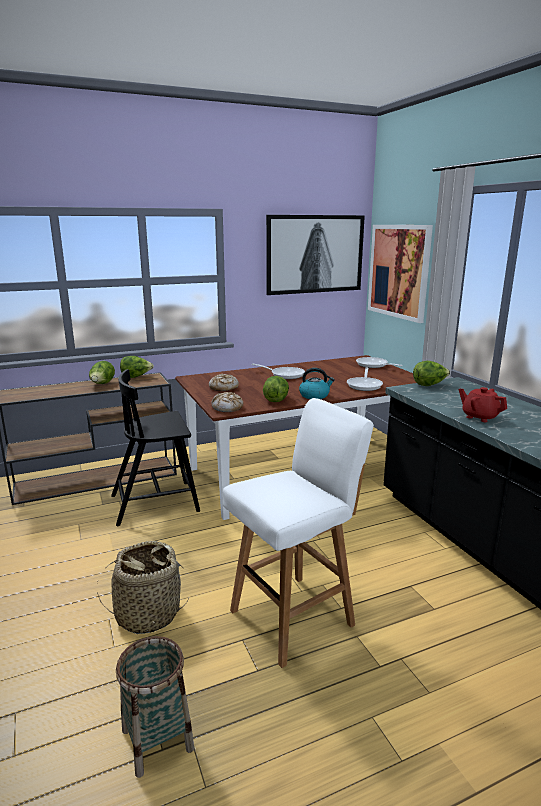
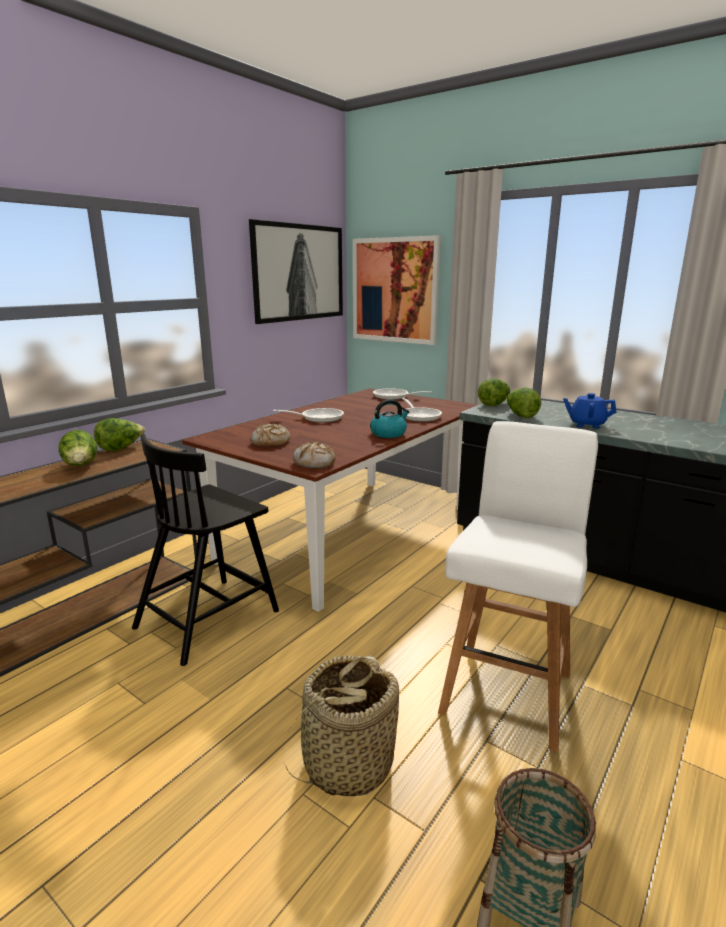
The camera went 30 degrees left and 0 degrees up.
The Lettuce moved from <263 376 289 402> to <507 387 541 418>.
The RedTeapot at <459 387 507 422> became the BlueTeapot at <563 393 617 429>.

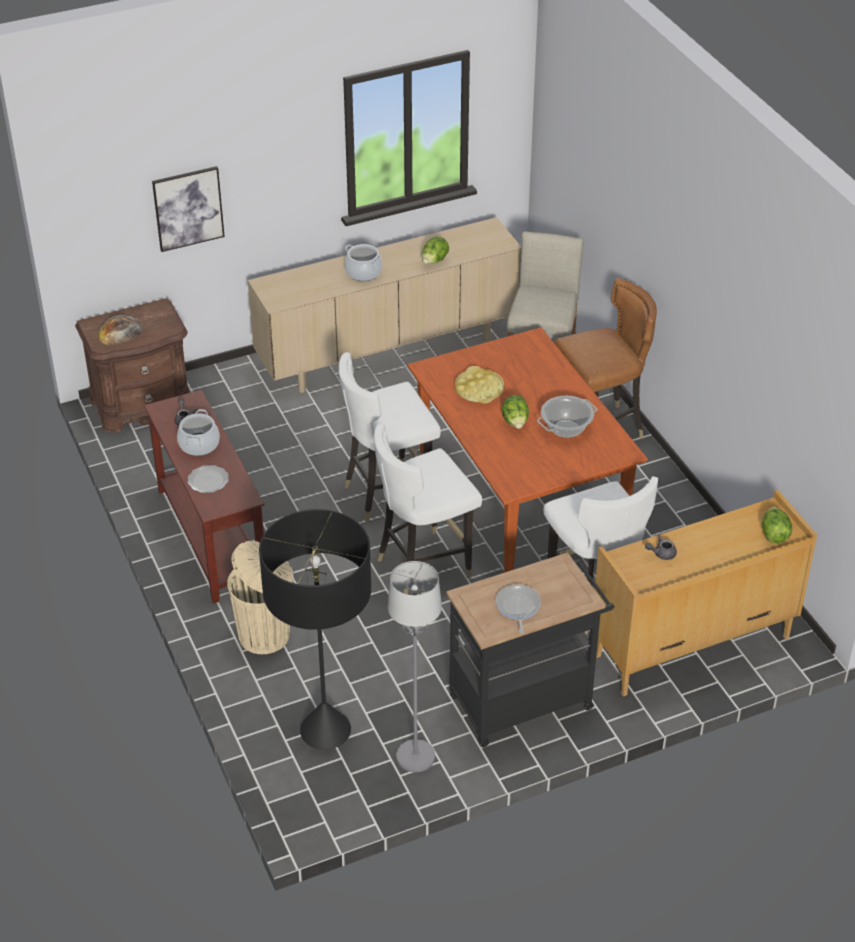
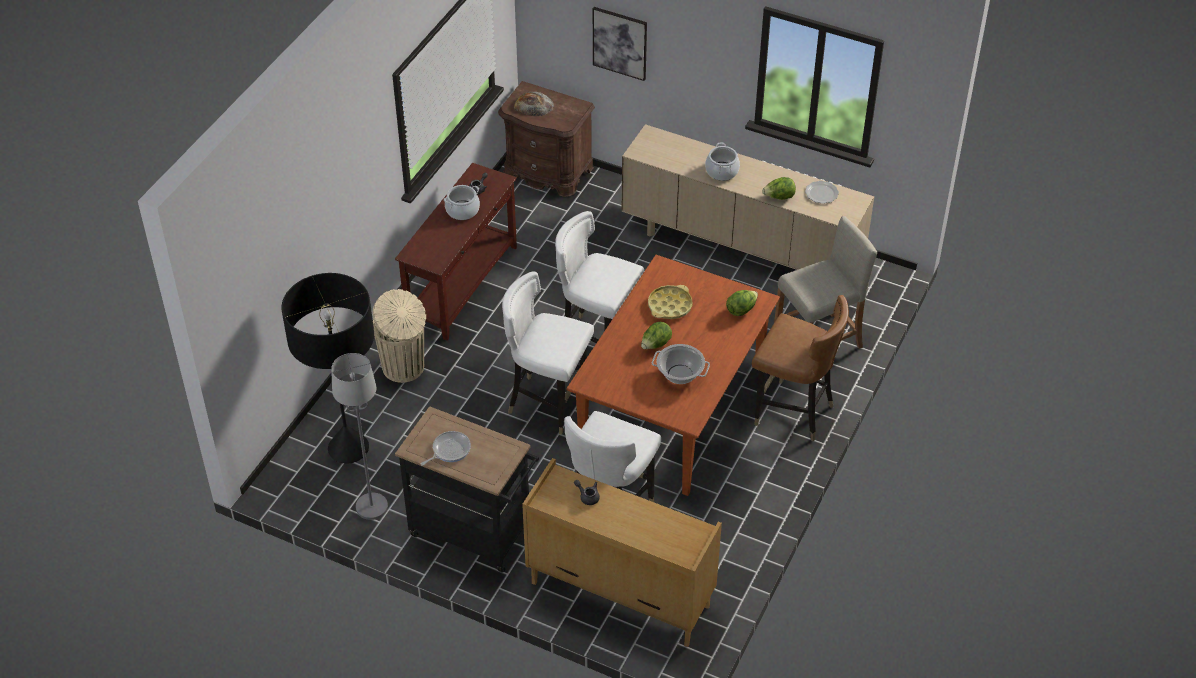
The camera went 50 degrees right and 5 degrees up.
The Lettuce moved from <762 506 792 544> to <726 290 758 316>.
The Plate moved from <187 465 229 493> to <805 181 839 204>.

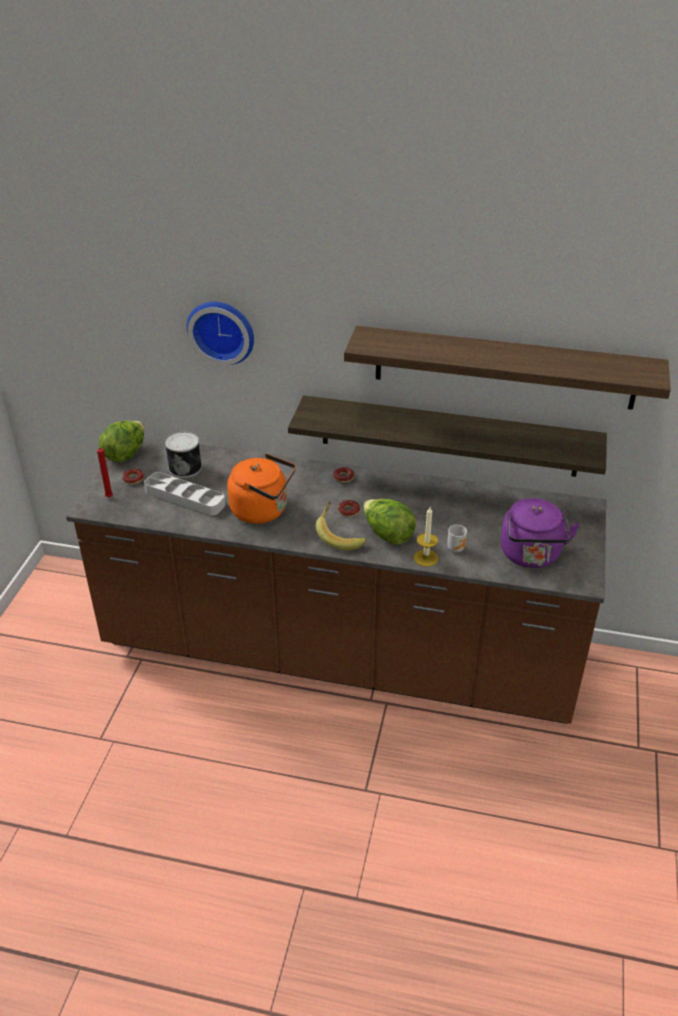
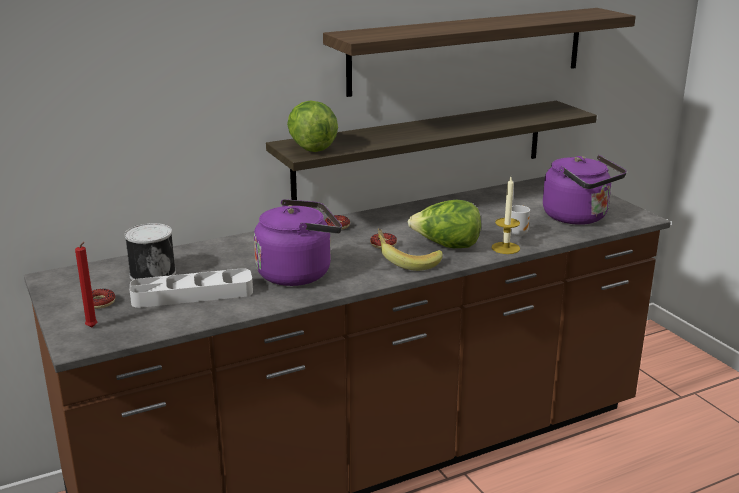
The camera went 40 degrees left and 15 degrees down.
The OrangeKettle at <227 454 296 524> became the PurpleKettle at <254 199 342 286>.
The Lettuce moved from <99 421 144 462> to <287 100 338 152>.
The WallClock at <187 302 254 365> disappeared.

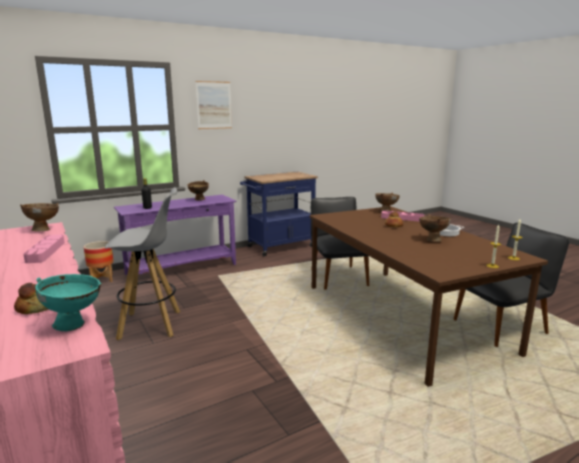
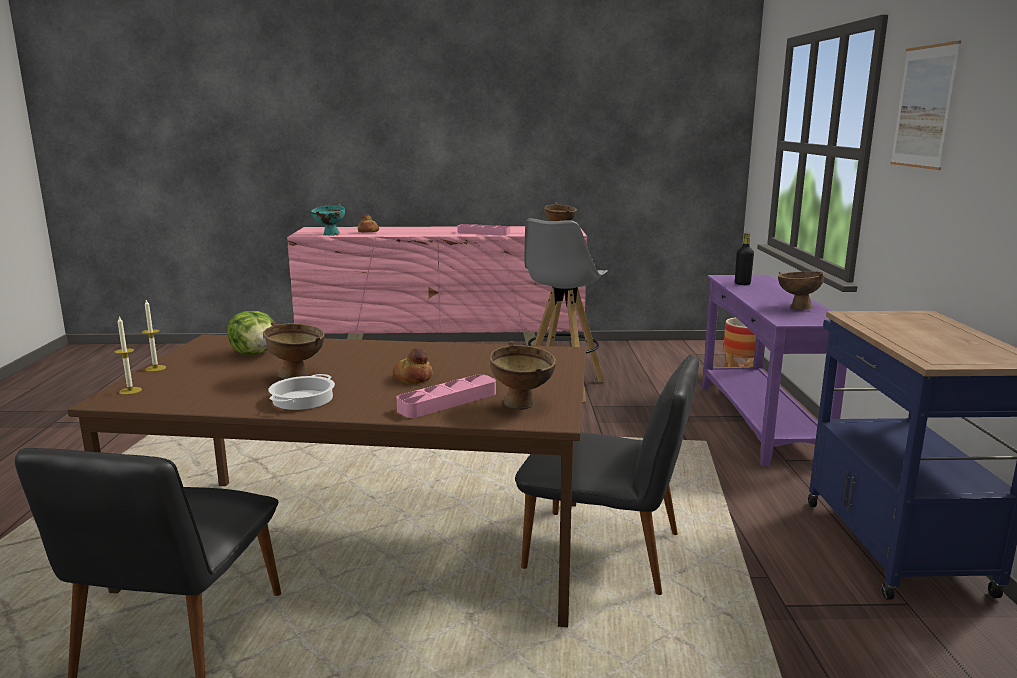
The camera went 120 degrees right and 0 degrees up.
The Lettuce at <227 311 274 355> appeared.

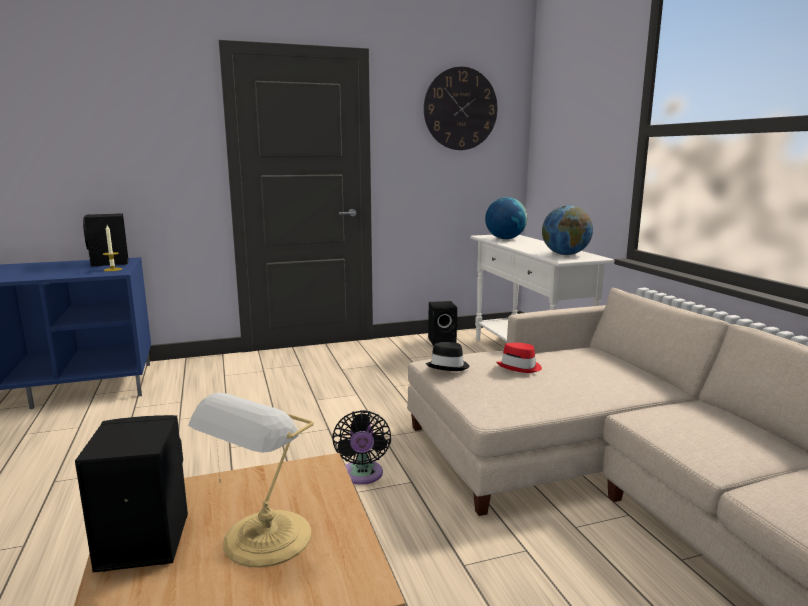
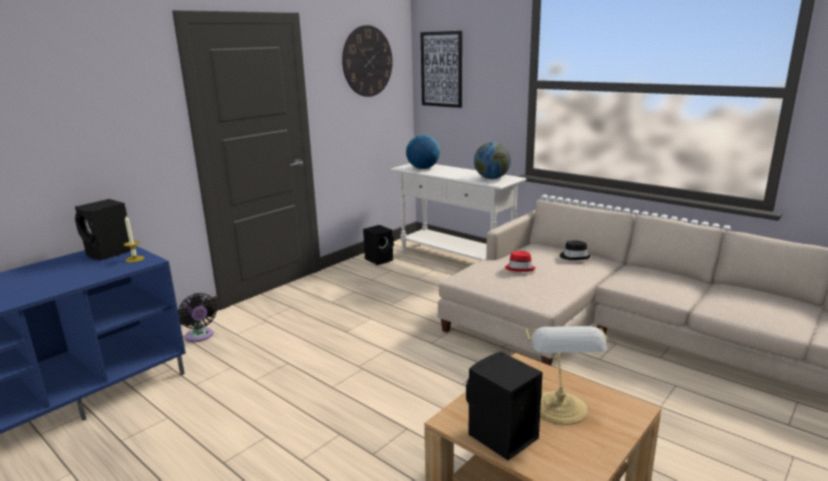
The camera went 30 degrees left and 5 degrees up.
The BlackFan moved from <332 410 391 485> to <178 293 217 342>.
The Picture at <420 31 462 108> appeared.
The BlackHat moved from <426 342 469 371> to <560 240 591 260>.

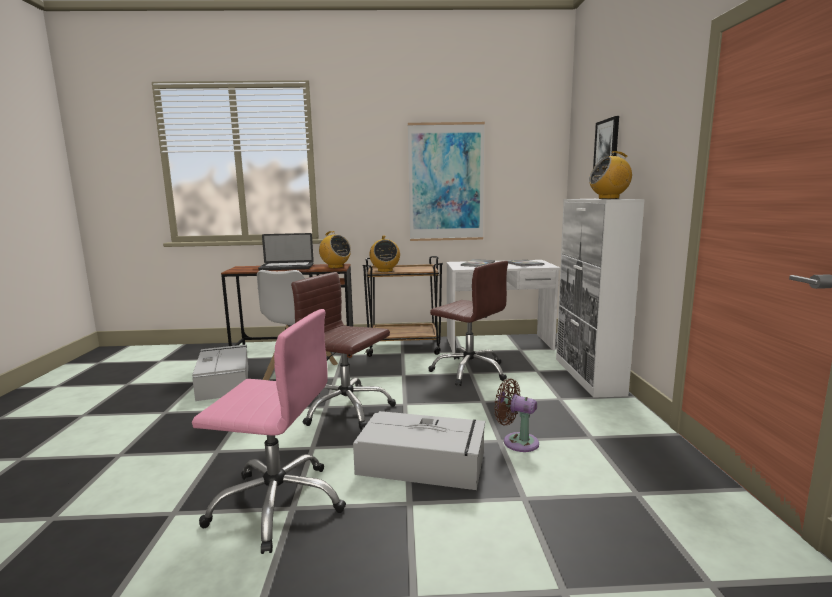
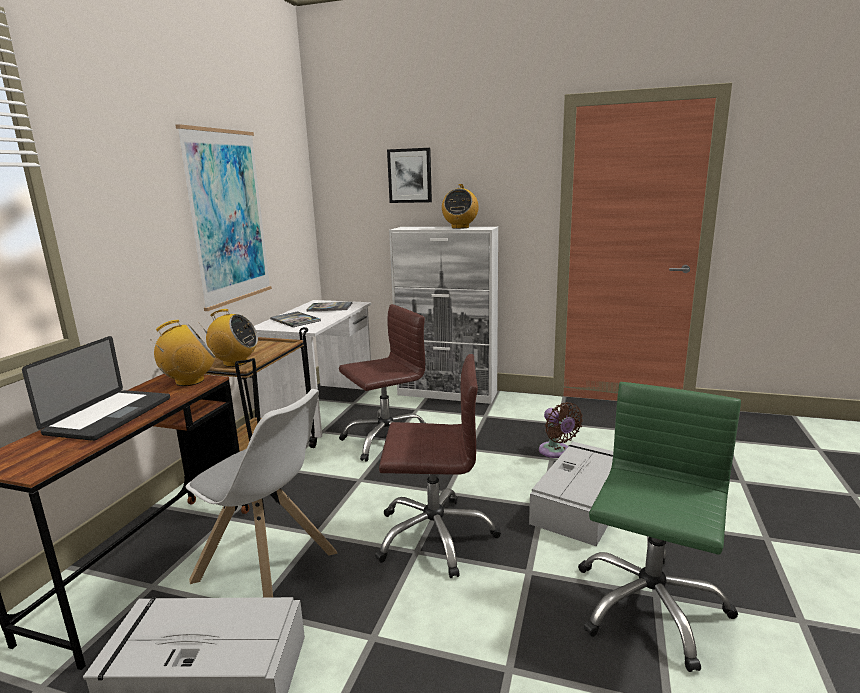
The camera went 70 degrees left and 5 degrees up.
The BrownOfficeChair at <291 272 396 429> turned 135 degrees counterclockwise.
The BrownFan at <494 379 539 452> turned 75 degrees counterclockwise.
The PinkOfficeChair at <192 309 346 554> became the GreenOfficeChair at <578 382 741 672>.

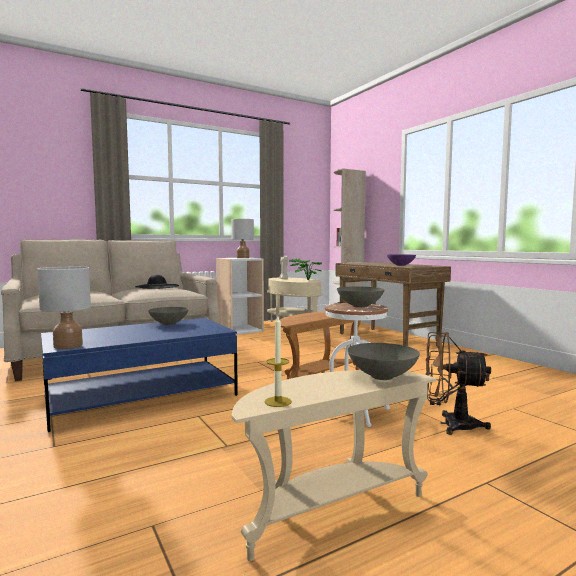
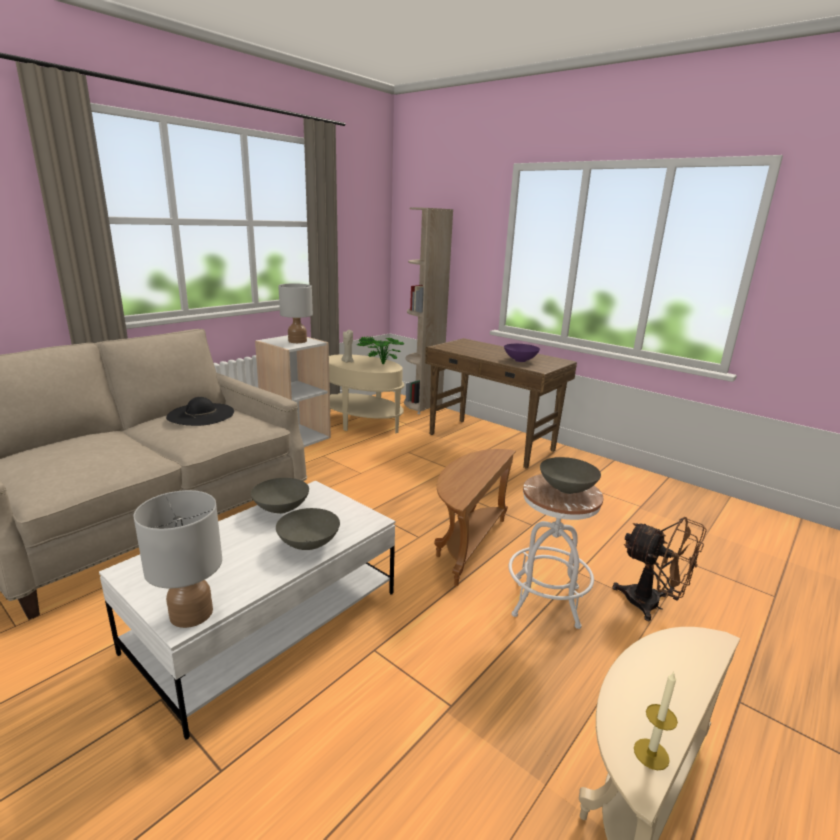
The camera went 20 degrees left and 15 degrees up.
The BlueCoffeeTable at <41 318 238 432> became the WhiteCoffeeTable at <99 481 395 740>.
The GreyBowl moved from <348 343 420 380> to <276 508 340 550>.
The BrownFan at <426 332 491 435> turned 135 degrees counterclockwise.

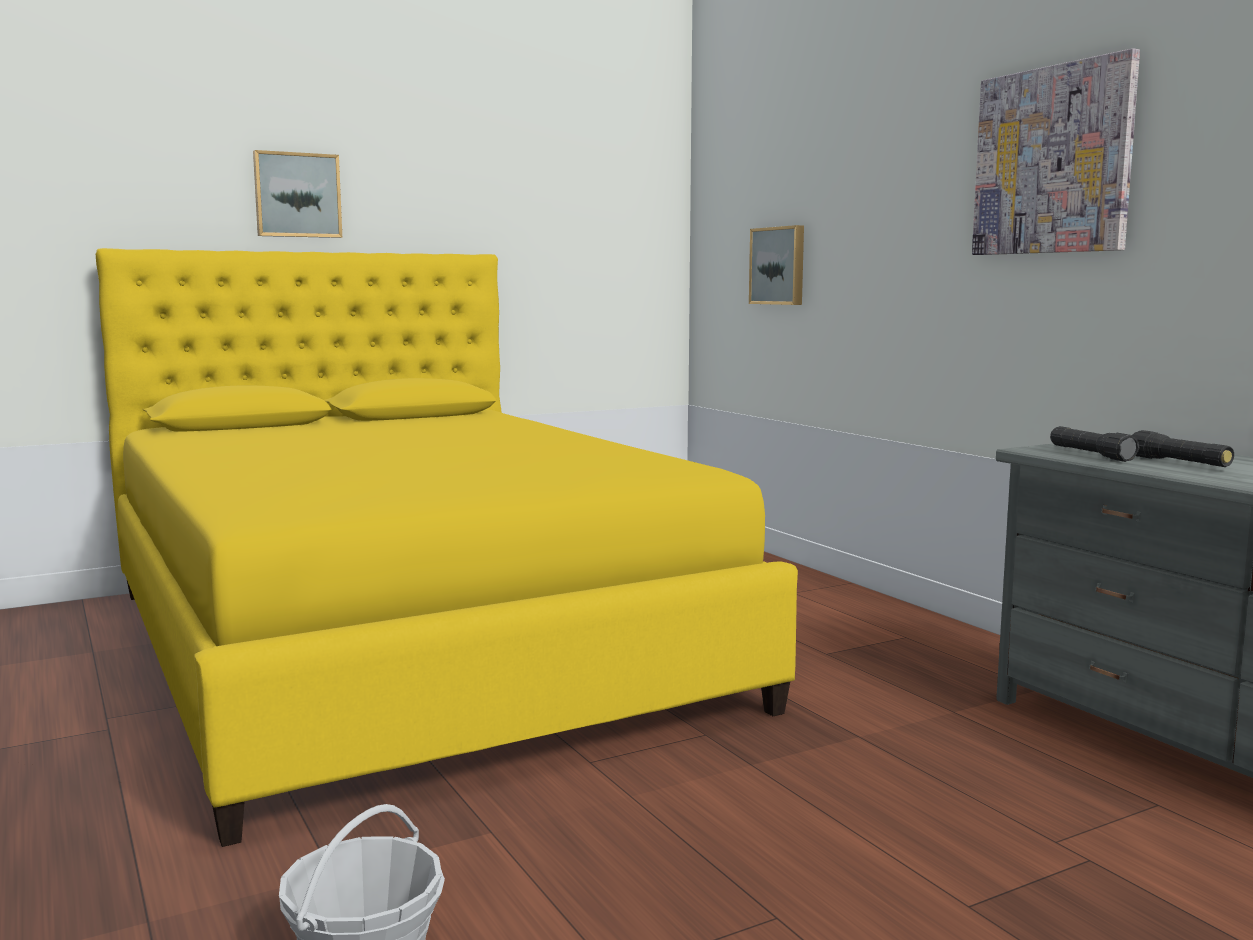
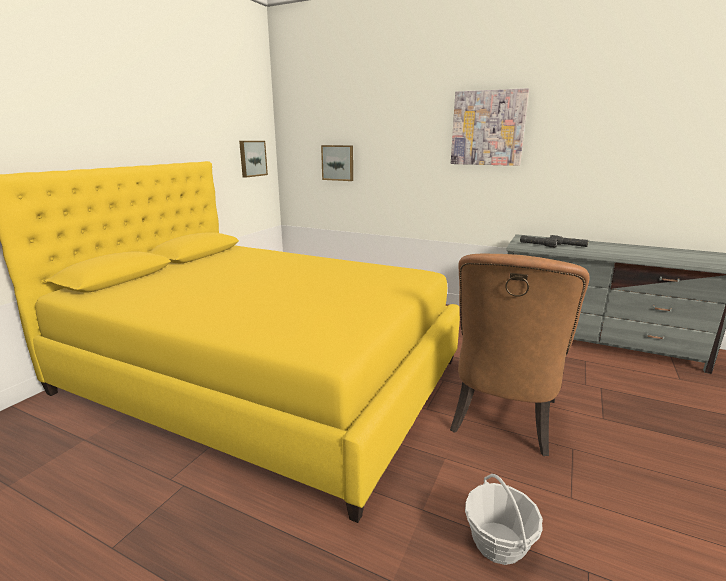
The camera went 35 degrees left and 10 degrees up.
The Picture moved from <253 150 342 238> to <239 141 268 178>.
The BrownChair at <450 254 590 456> appeared.

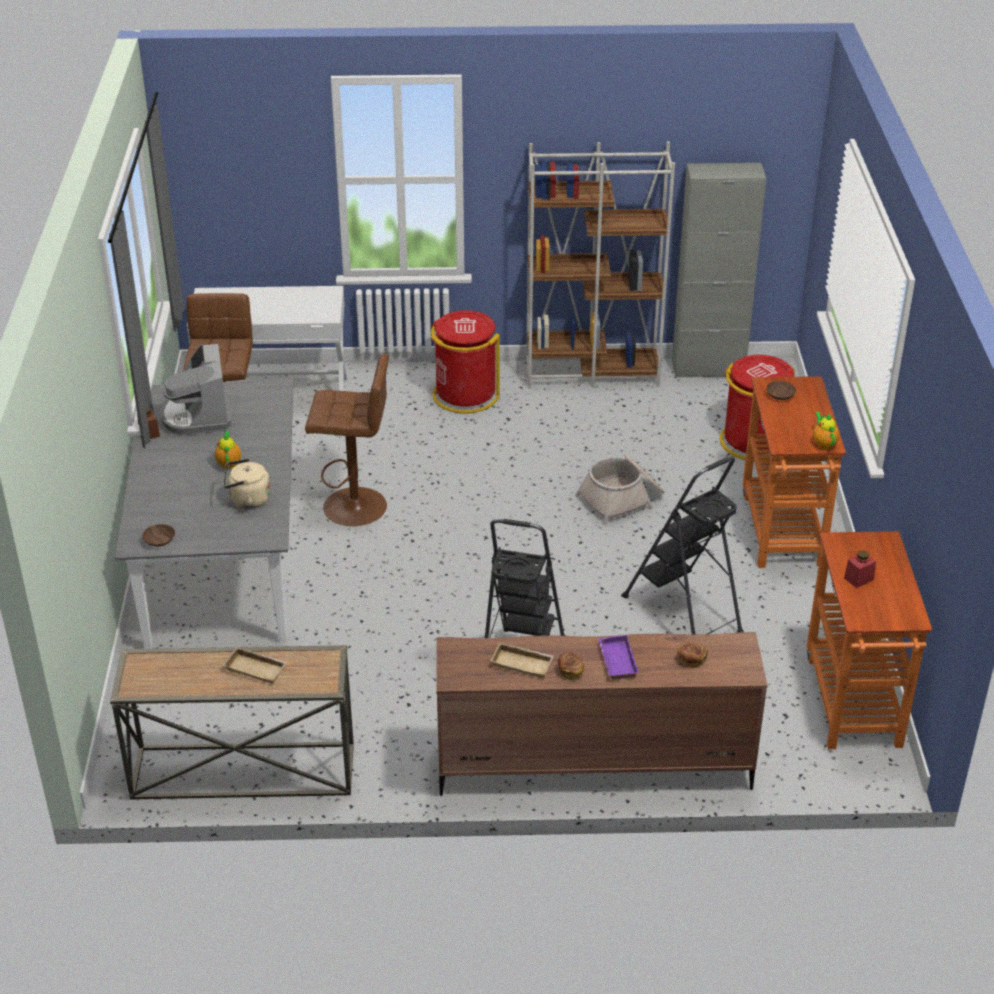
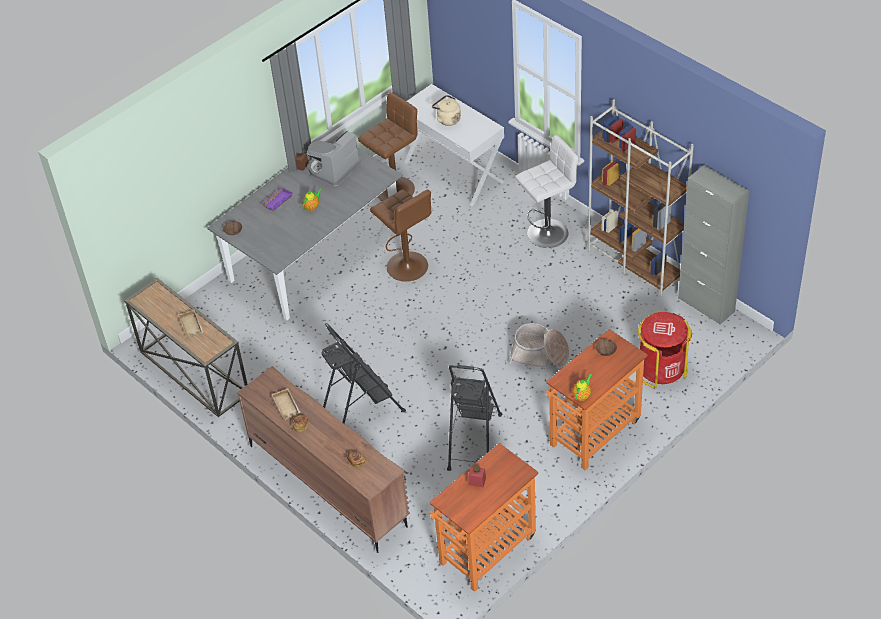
The camera went 50 degrees right and 10 degrees up.
The PurpleTray moved from <598 635 639 679> to <261 187 292 211>.
The BeigeKettle moved from <223 458 271 509> to <432 95 461 126>.
The RedTrashCan at <431 310 500 413> was replaced by the WhiteStool at <515 135 579 248>.

